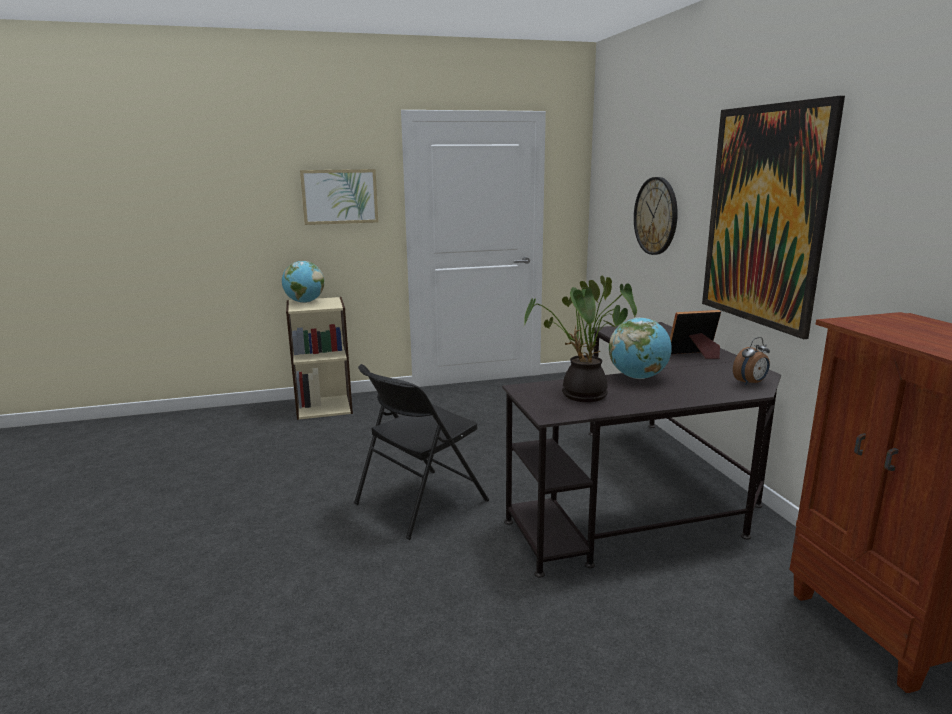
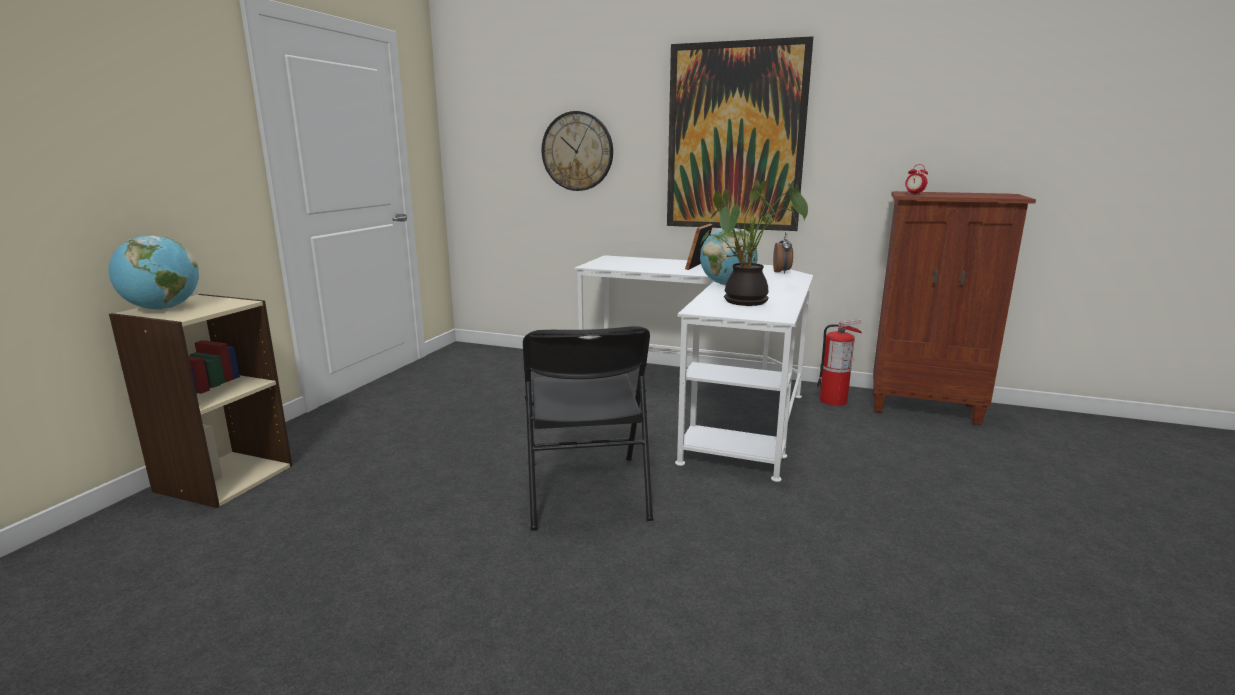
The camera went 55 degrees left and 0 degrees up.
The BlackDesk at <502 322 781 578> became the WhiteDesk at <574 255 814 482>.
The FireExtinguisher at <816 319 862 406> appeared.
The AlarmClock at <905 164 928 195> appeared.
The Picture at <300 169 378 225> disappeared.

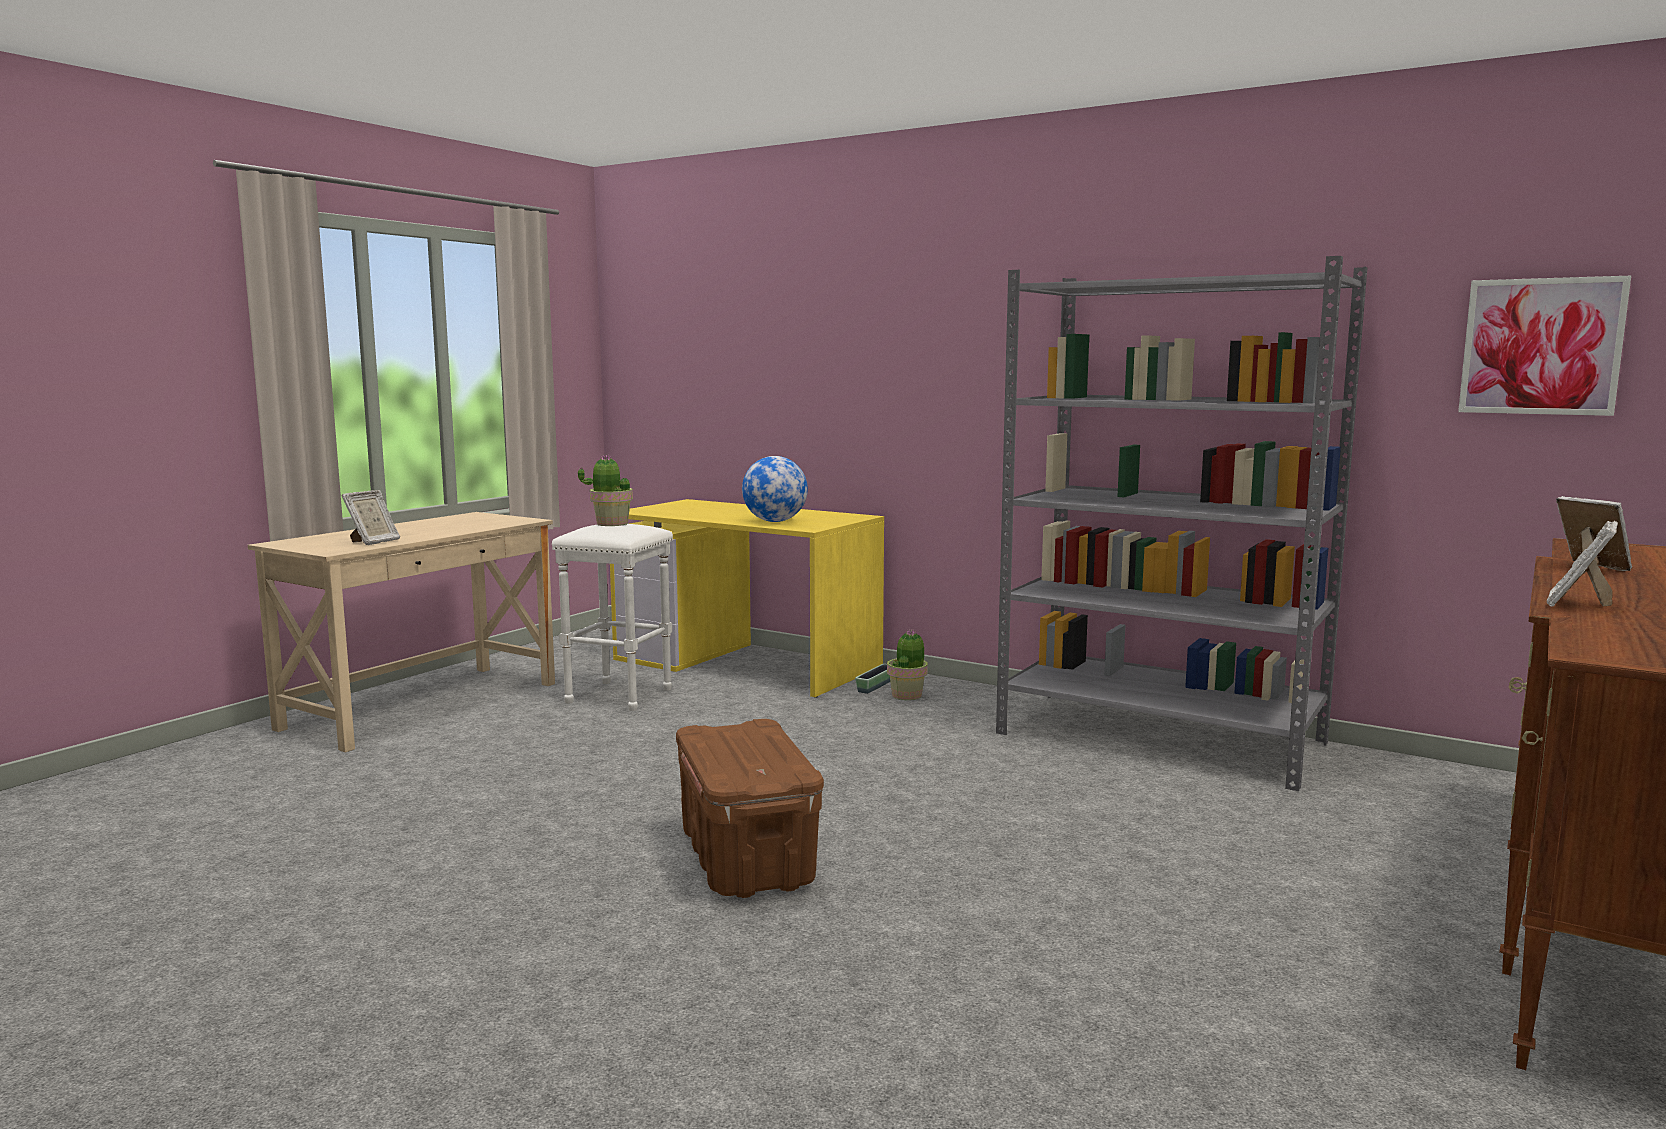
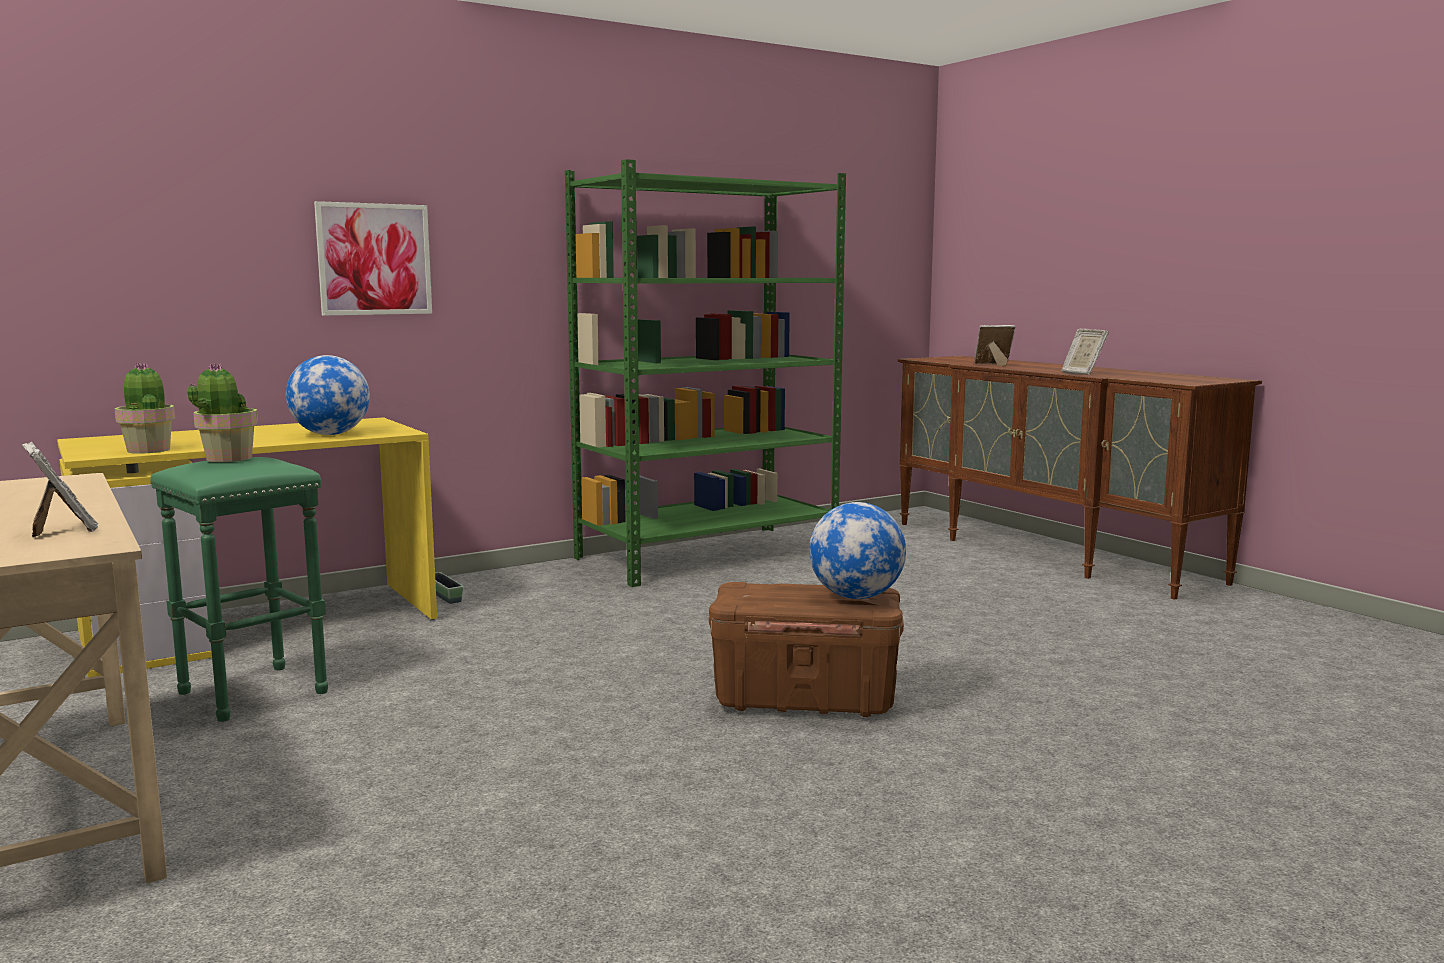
The camera went 65 degrees left and 0 degrees up.
The PottedPlant moved from <887 629 928 700> to <114 363 175 454>.
The WhiteStool at <552 524 673 711> became the GreenStool at <151 457 328 722>.
The Picture moved from <1458 276 1631 416> to <314 201 432 316>.
The GreyBookcase at <996 256 1368 791> became the GreenBookcase at <565 159 846 587>.
The Globe at <809 502 906 599> appeared.

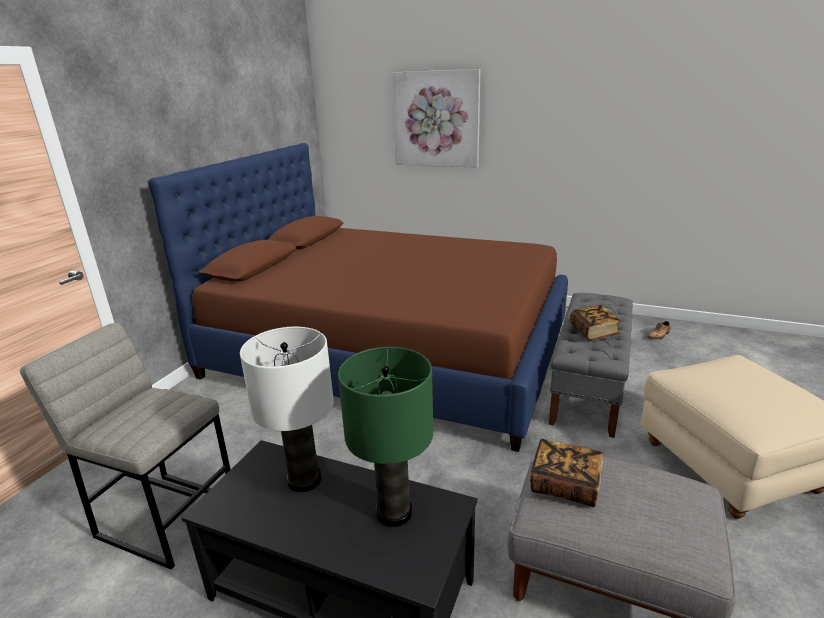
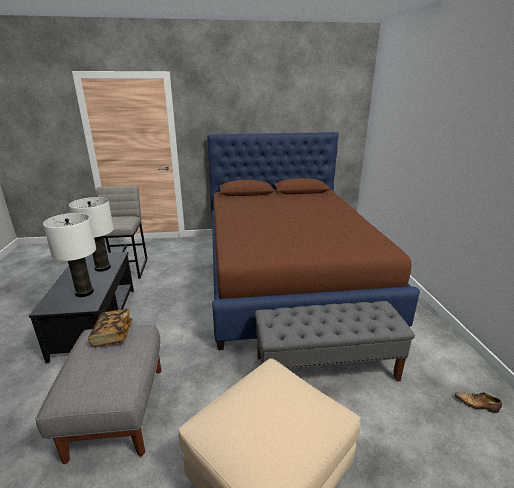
The camera went 60 degrees right and 0 degrees up.
The GreenTableLamp at <338 347 433 527> became the WhiteTableLamp at <43 213 96 297>.
The Picture at <392 69 480 168> disappeared.
The Book at <570 305 621 341> disappeared.

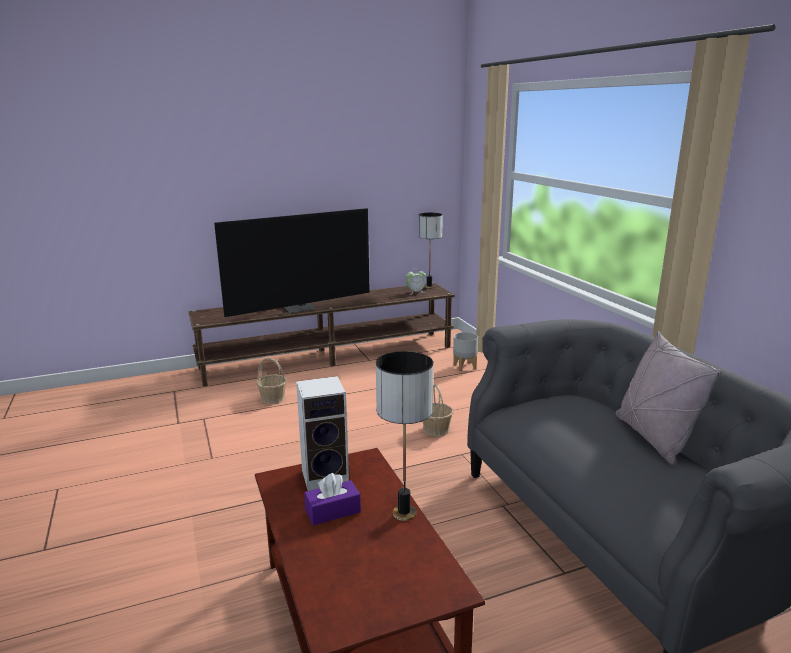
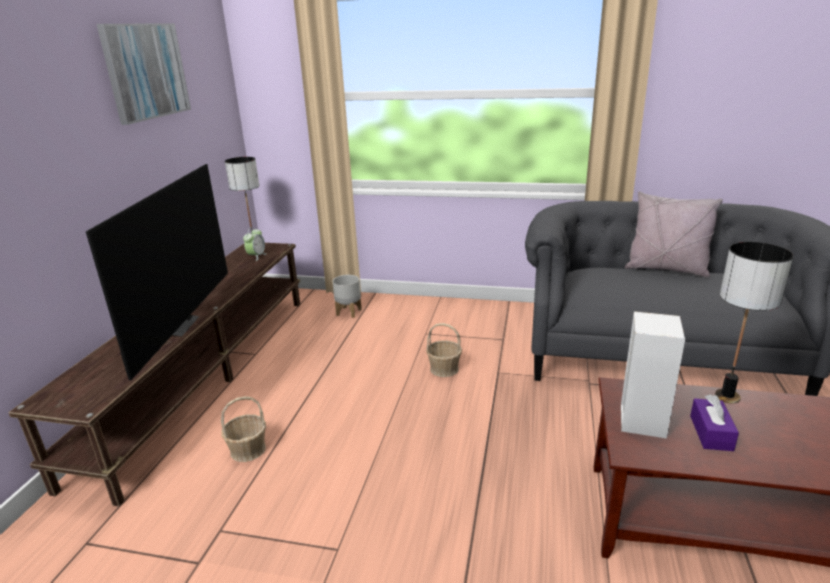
The camera went 55 degrees left and 5 degrees up.
The Picture at <97 23 191 125> appeared.

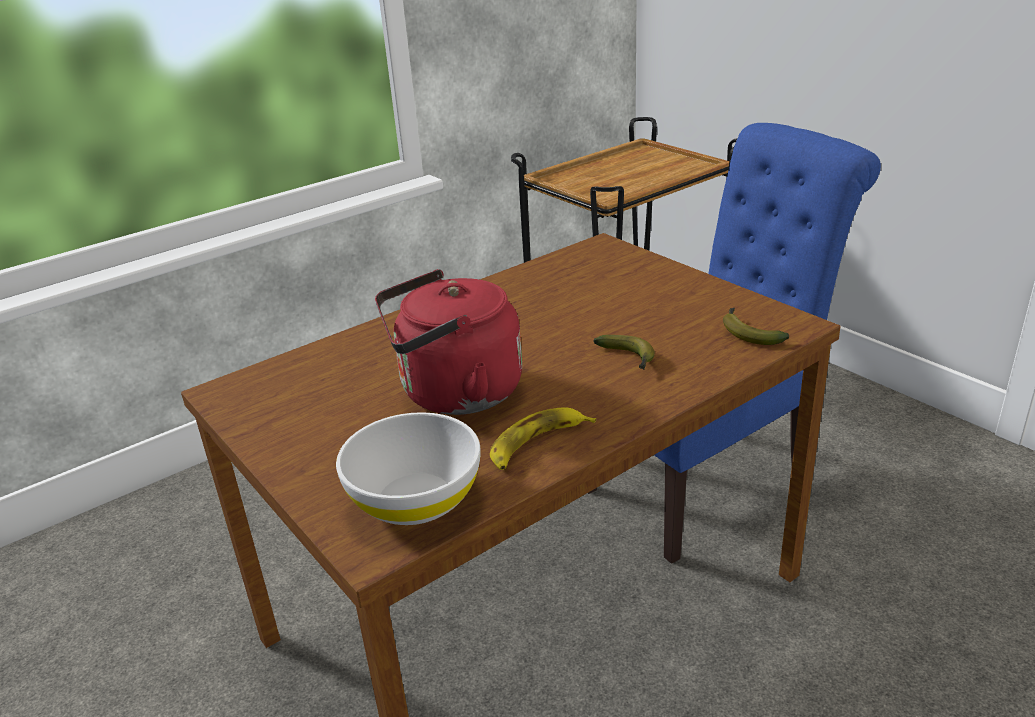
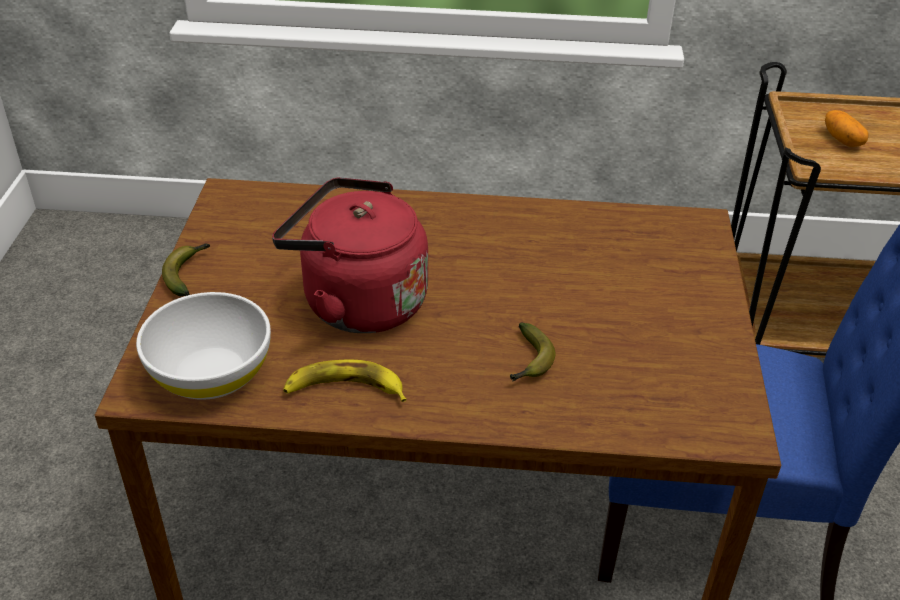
The camera went 40 degrees right and 10 degrees up.
The Banana moved from <723 308 789 345> to <162 243 210 296>.
The Potato at <825 110 868 147> appeared.

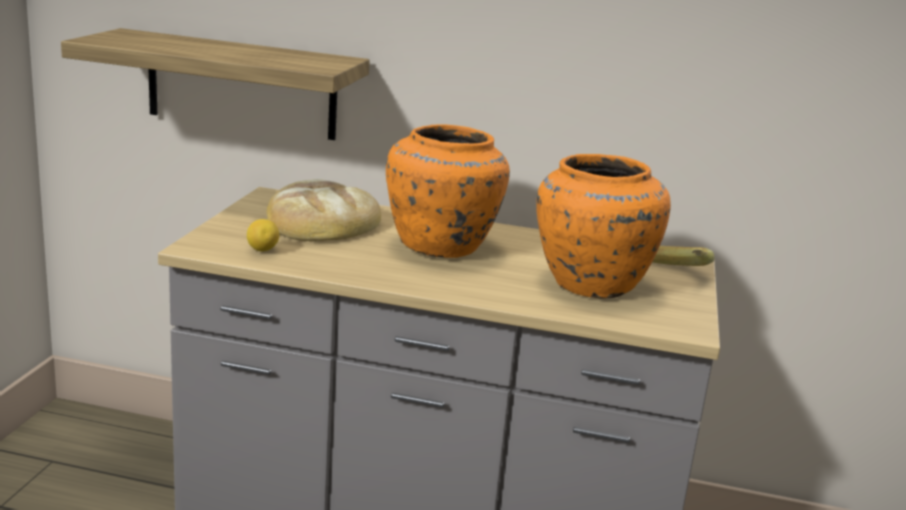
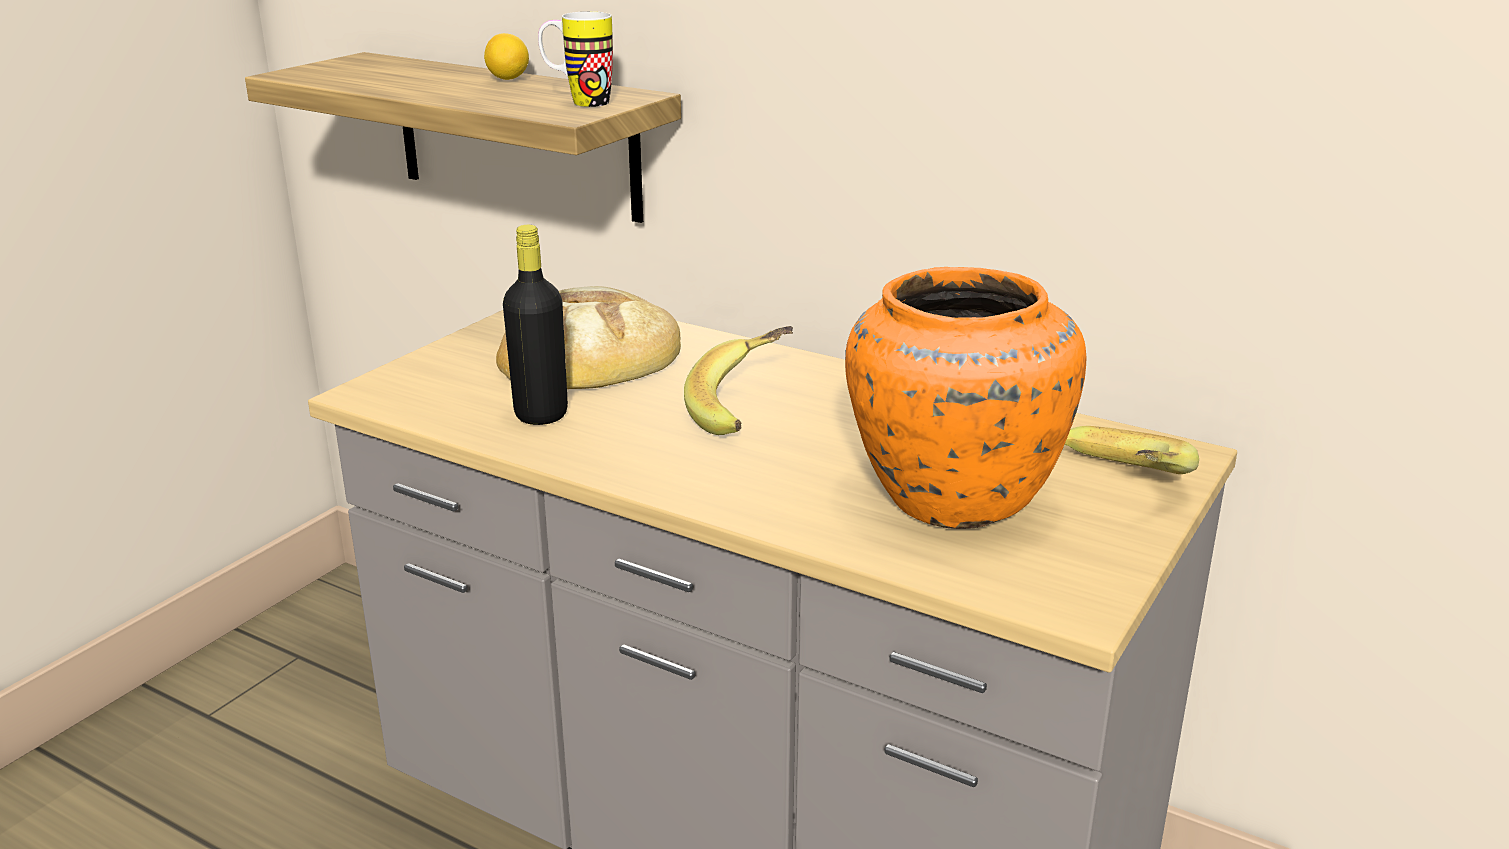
The camera went 20 degrees right and 5 degrees up.
The Lemon moved from <247 219 279 251> to <484 33 529 80>.
The BlackBottle at <503 225 568 425> appeared.
The Mug at <538 11 613 107> appeared.
The OrangeVase at <386 124 510 258> was replaced by the Banana at <684 326 793 435>.

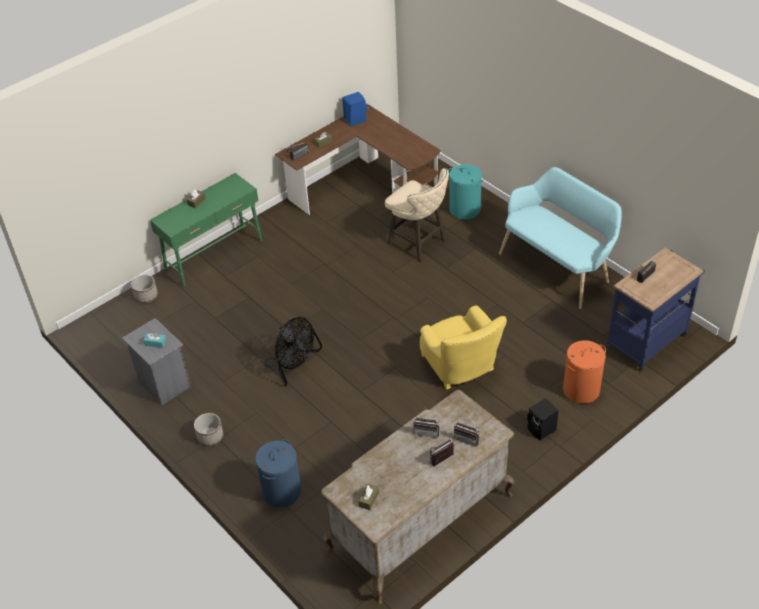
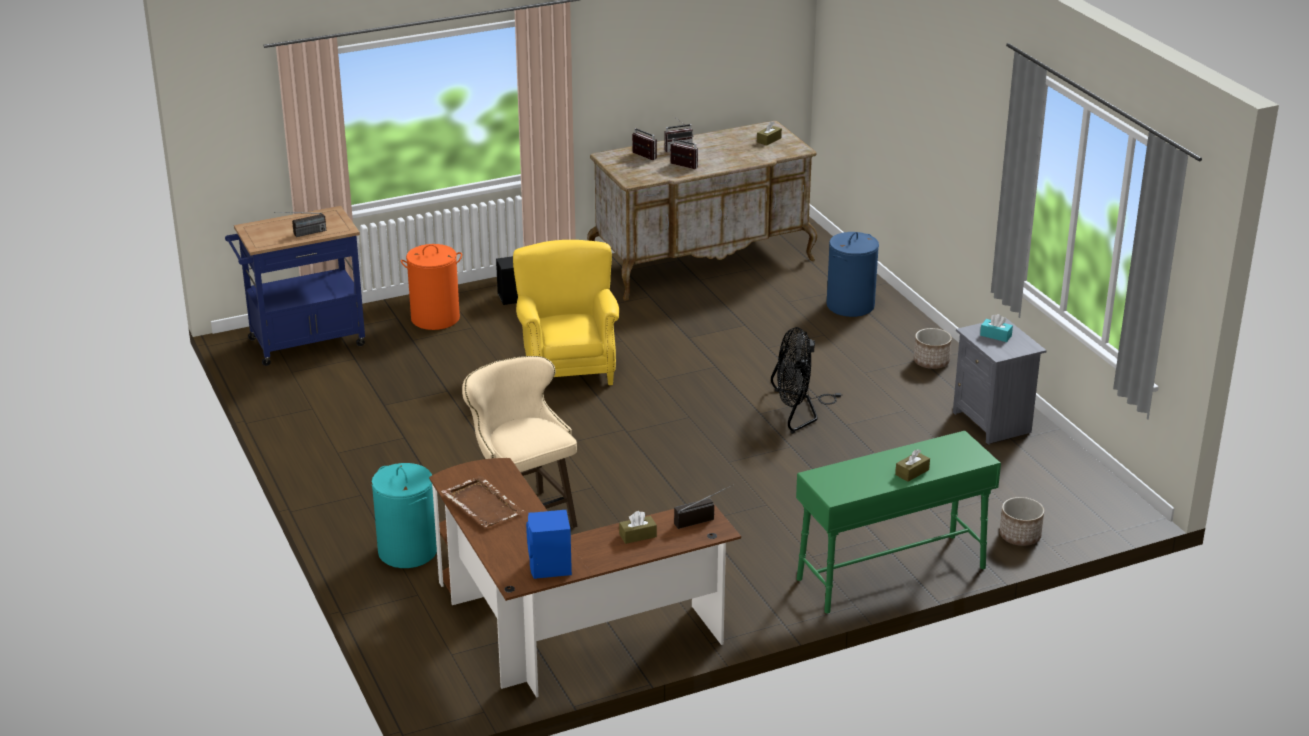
The camera went 165 degrees left and 15 degrees down.
The BrownTray at <440 476 526 527> appeared.
The BlackFan at <260 317 322 387> turned 60 degrees counterclockwise.
The TurquoiseBench at <499 167 622 309> disappeared.

